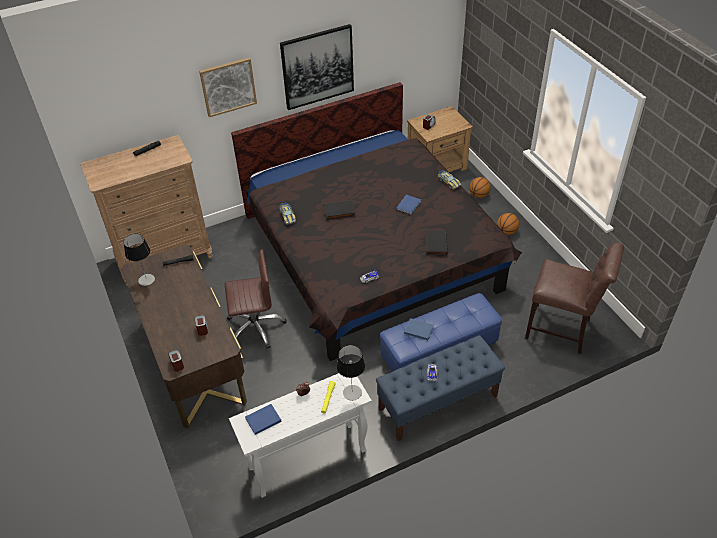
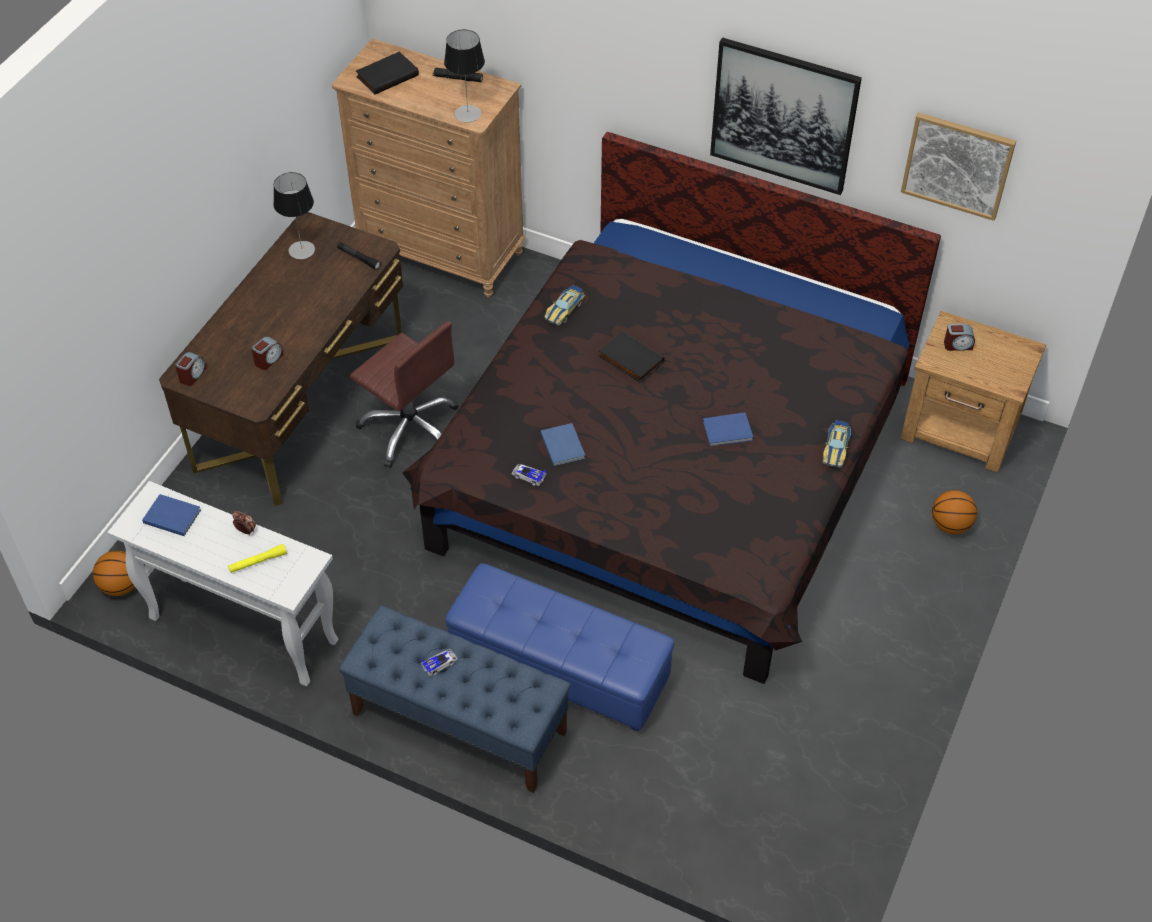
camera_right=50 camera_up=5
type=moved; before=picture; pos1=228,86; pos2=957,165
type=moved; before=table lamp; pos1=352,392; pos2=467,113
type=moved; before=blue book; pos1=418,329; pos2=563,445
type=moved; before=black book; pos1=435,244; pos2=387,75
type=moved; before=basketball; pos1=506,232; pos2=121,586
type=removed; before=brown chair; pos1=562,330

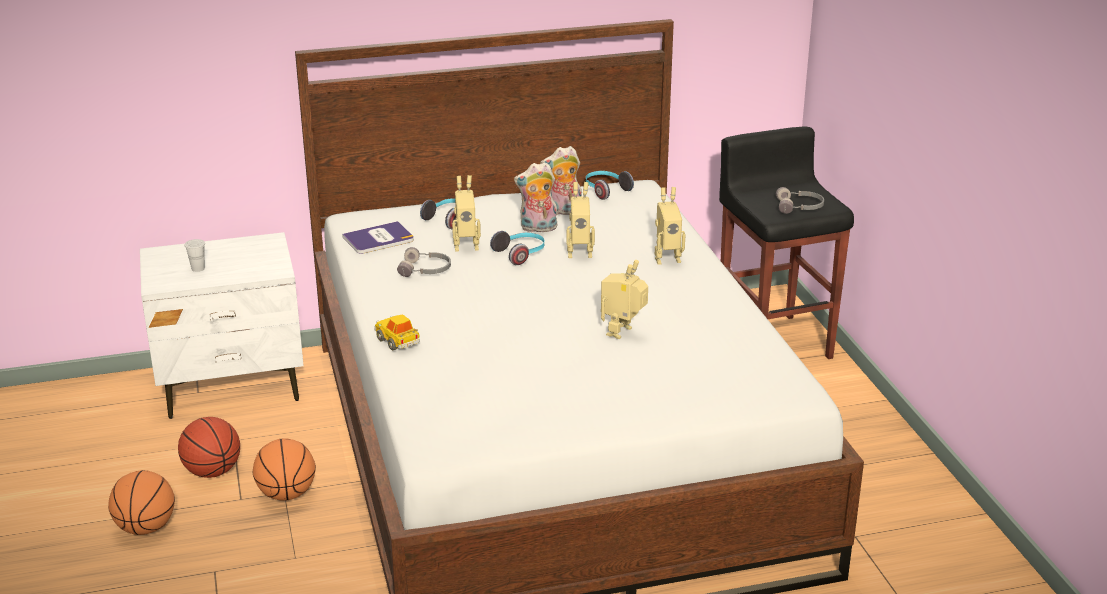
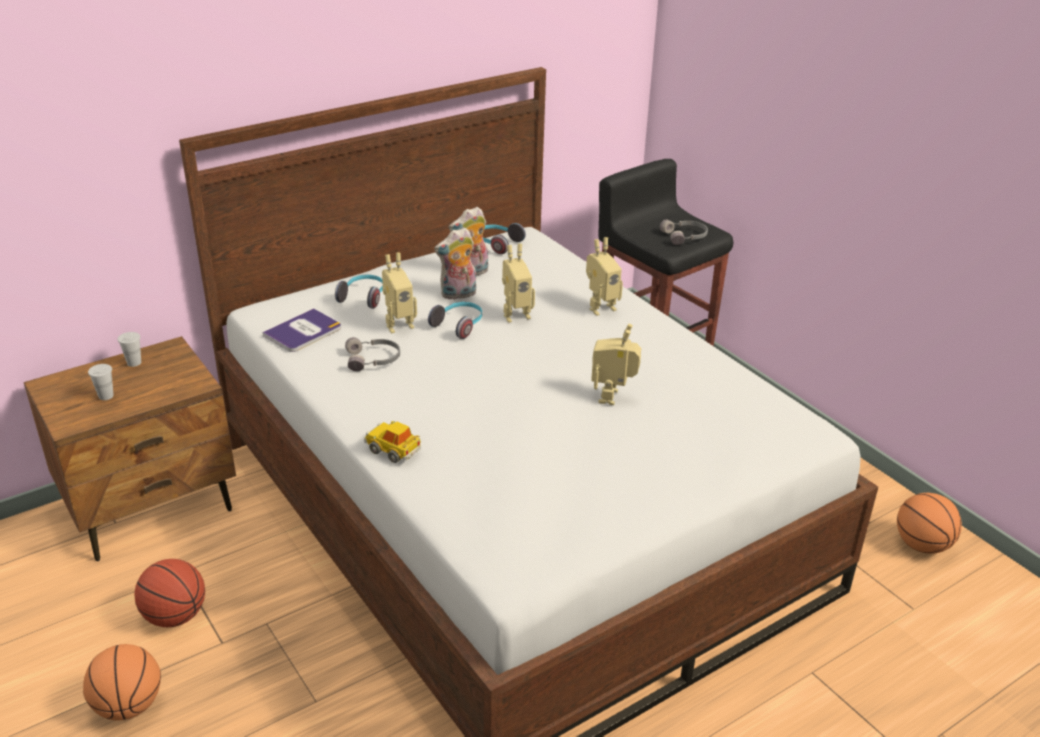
camera_right=-20 camera_up=5
type=recoloured; before=white nightstand; after=brown nightstand; pos1=232,386; pos2=151,508
type=moved; before=basketball; pos1=287,494; pos2=922,545
type=added; after=white cup; pos2=134,363

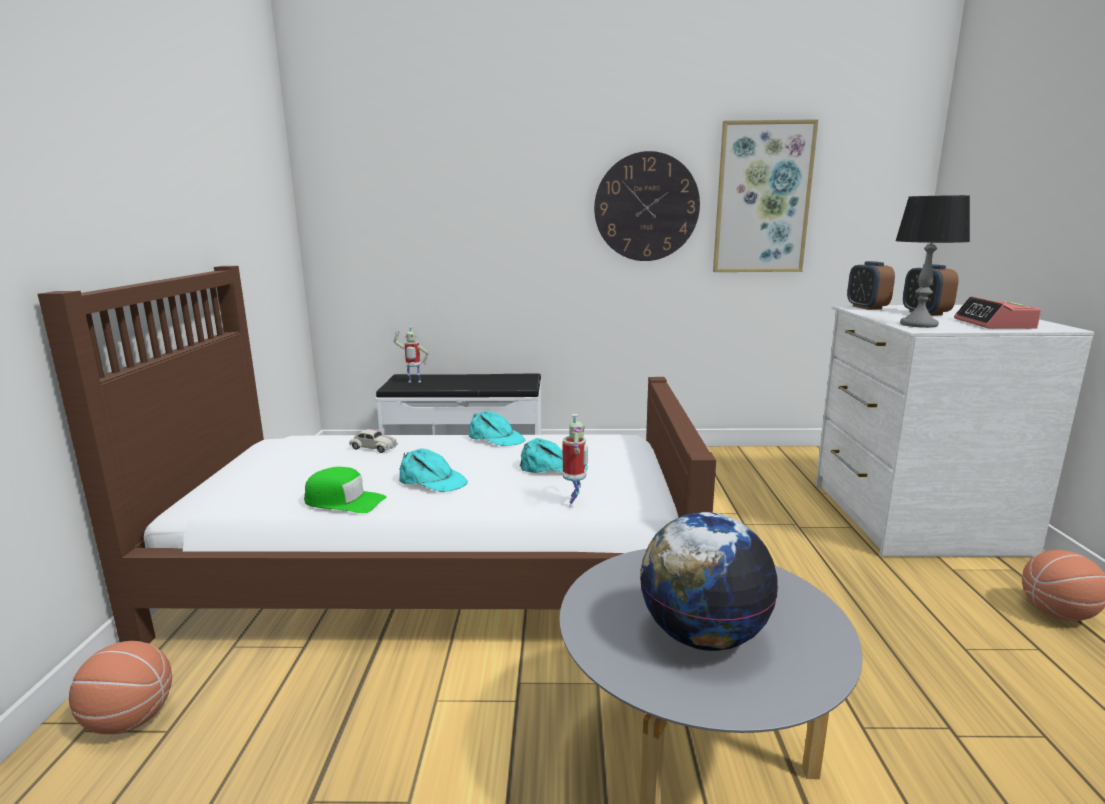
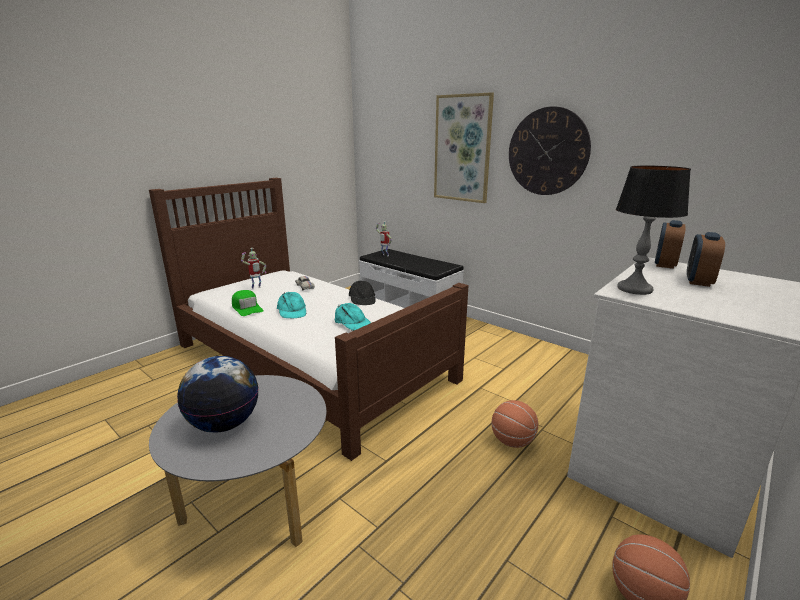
camera_right=40 camera_up=5
type=moved; before=basketball; pos1=130,720; pos2=512,441
type=recoloured; before=turquoise cap; after=black cap; pos1=496,438; pos2=362,298
type=moved; before=toy robot; pos1=575,503; pos2=256,288
type=moved; before=picture; pos1=762,198; pos2=462,149
type=removed; before=alarm clock; pos1=994,324

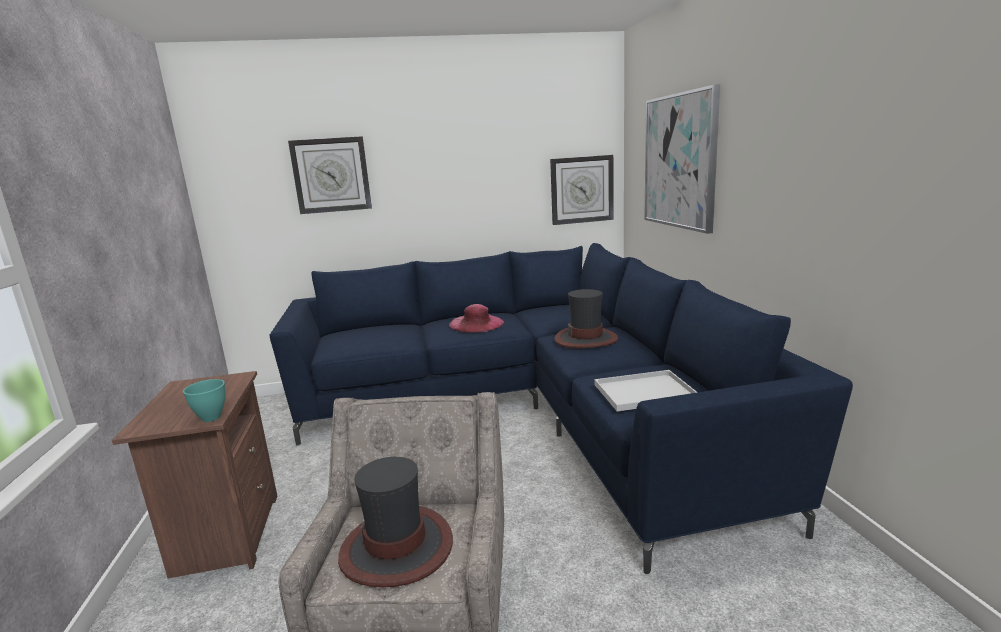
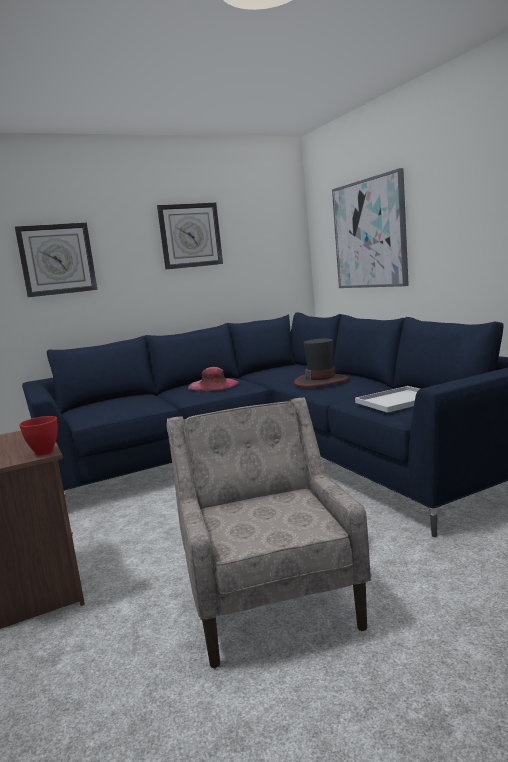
camera_right=-15 camera_up=-5
type=recoloured; before=turquoise bowl; after=red bowl; pos1=210,418; pos2=43,453
type=removed; before=hat; pos1=397,547
type=moved; before=wall clock; pos1=581,190; pos2=190,235

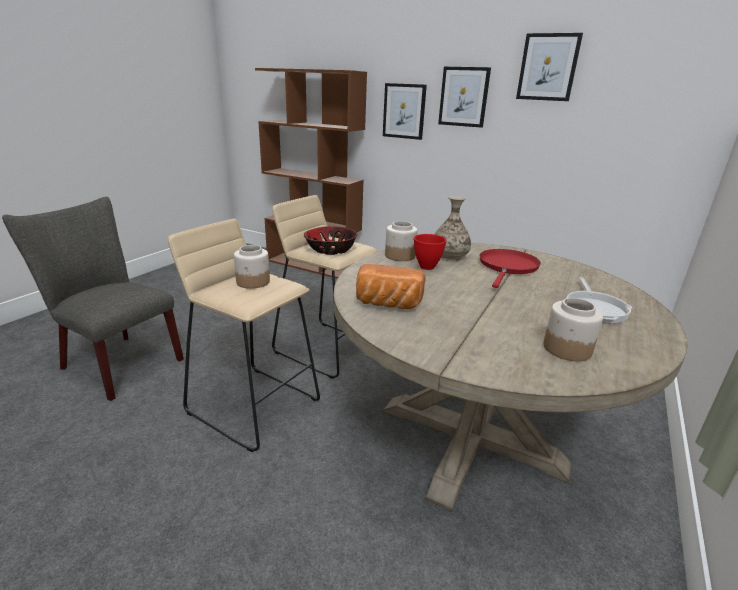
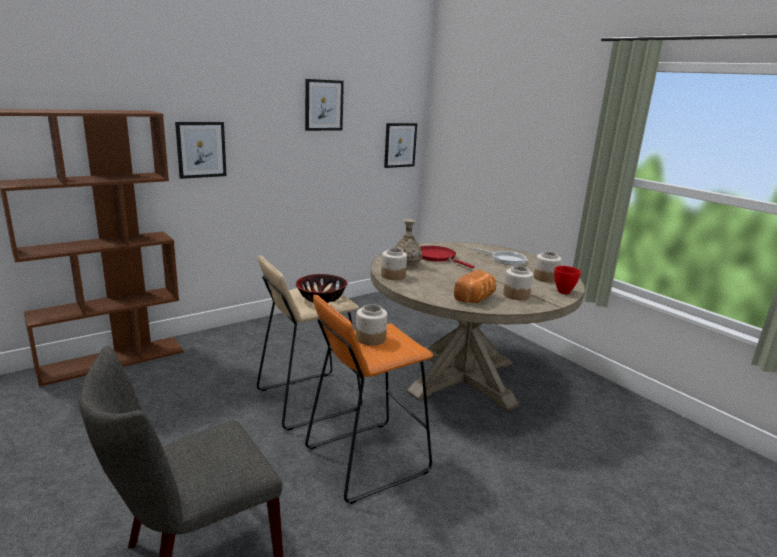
camera_right=-65 camera_up=-5
type=recoloured; before=beige stool; after=orange stool; pos1=254,405; pos2=365,460
type=moved; before=red bowl; pos1=426,267; pos2=563,292
type=moved; before=picture; pos1=463,97; pos2=400,145
type=added; after=jar; pos2=516,295

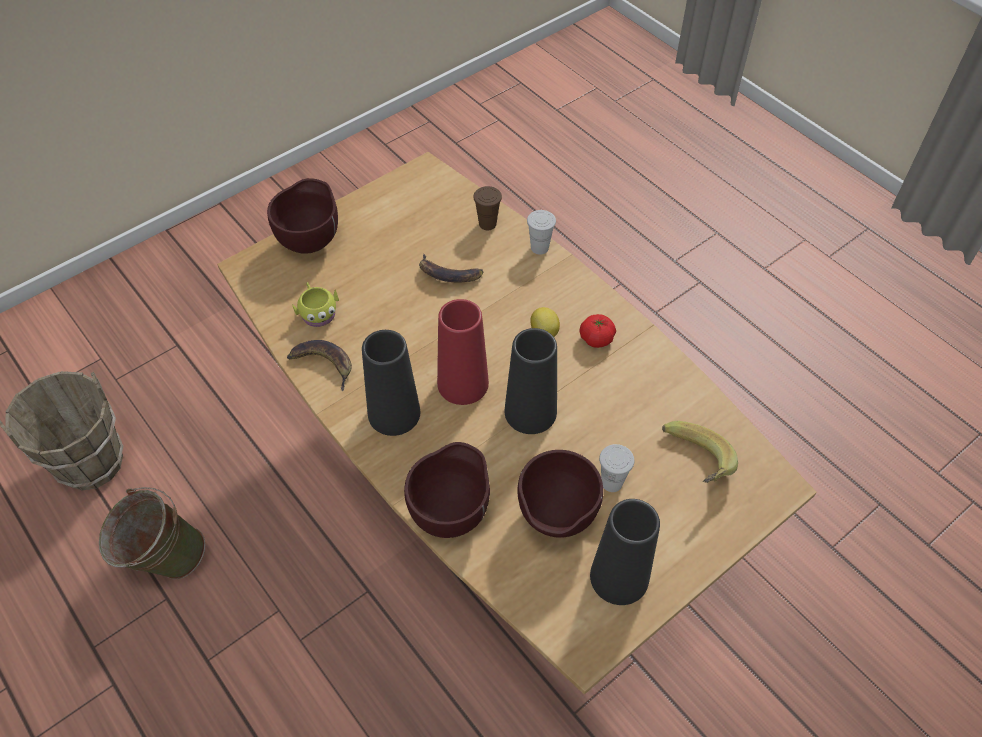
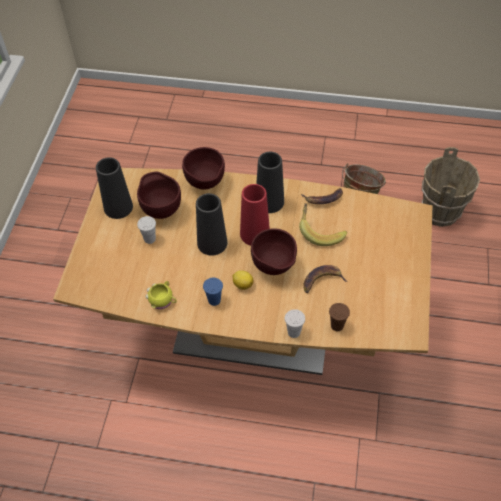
camera_right=140 camera_up=0
type=moved; before=brown bowl; pos1=311,241; pos2=274,268
type=moved; before=yellow mug; pos1=317,312; pos2=163,301
type=replaced; before=tomato; after=blue cup; pos1=596,339; pos2=214,300
type=moved; before=banana; pos1=692,465; pos2=320,231

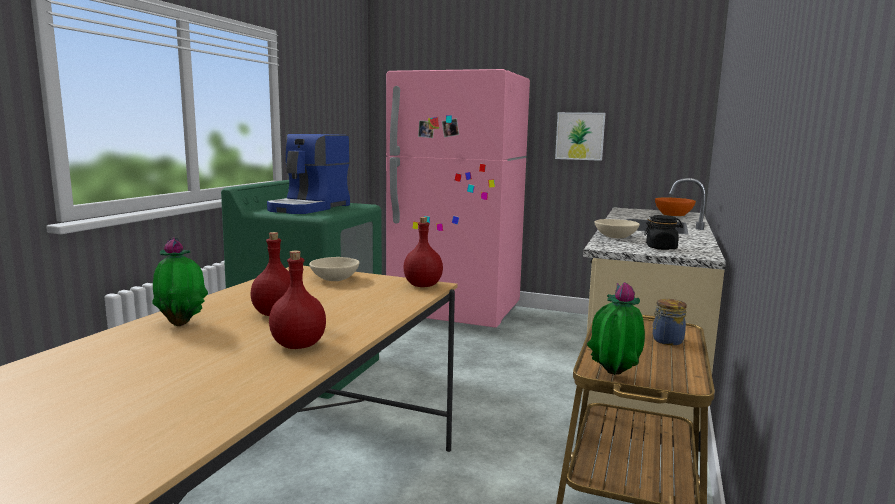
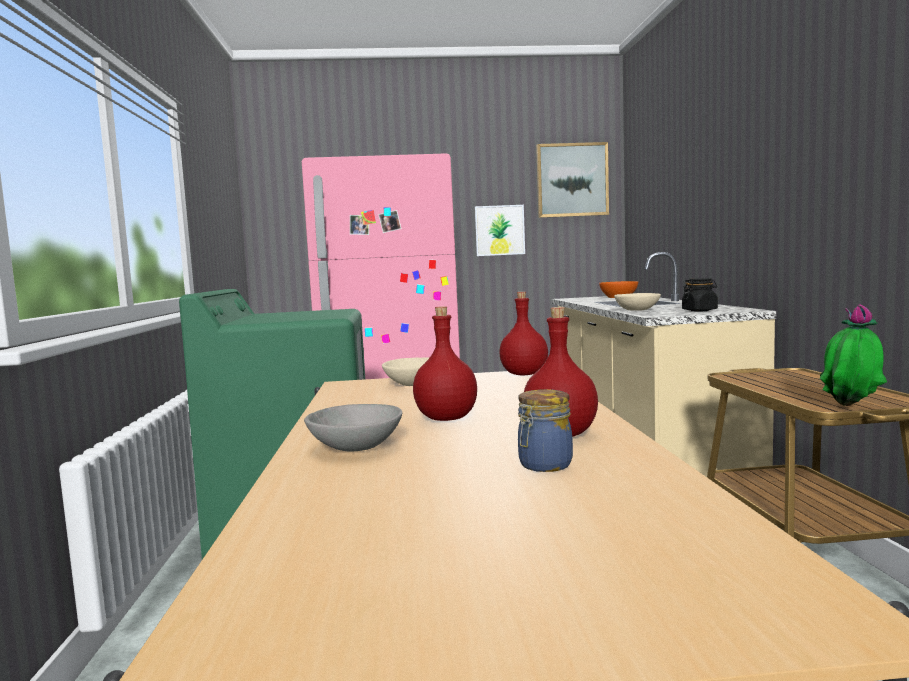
camera_right=-25 camera_up=-5
type=replaced; before=potted plant; after=grey bowl; pos1=182,323; pos2=356,447
type=removed; before=coffee machine; pos1=310,208
type=moved; before=jar; pos1=666,341; pos2=543,465
type=added; after=picture; pos2=572,180

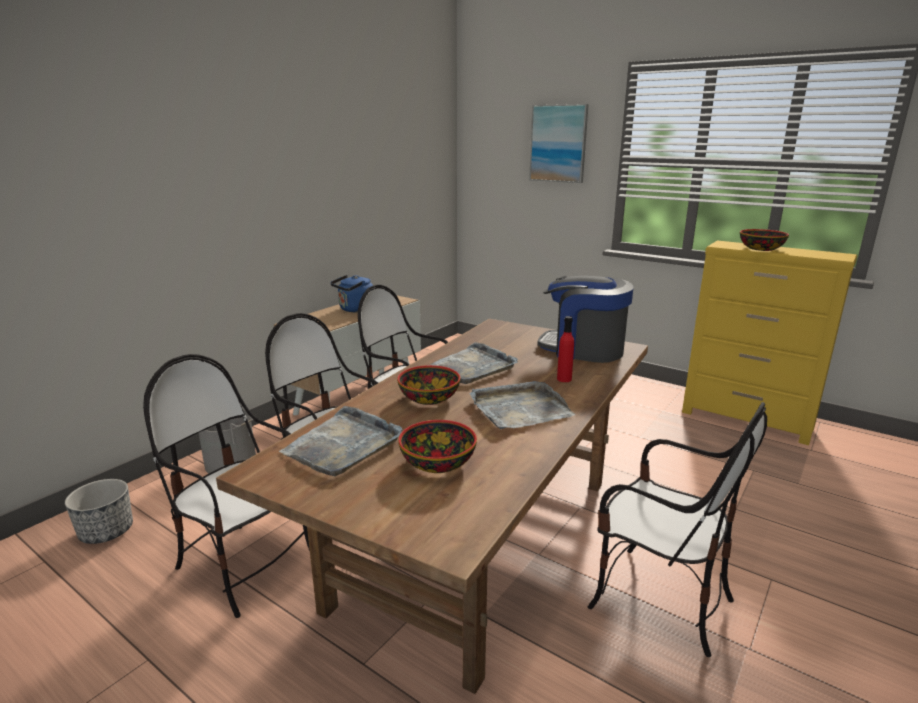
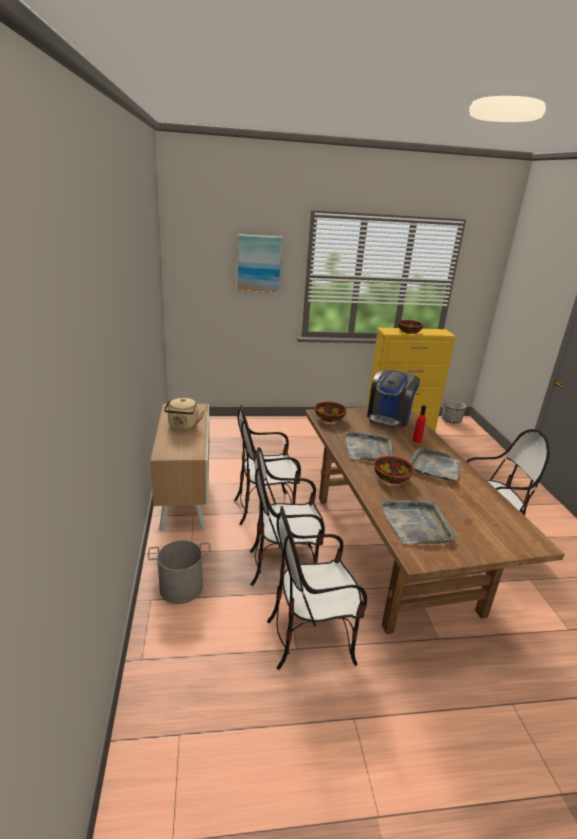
camera_right=-45 camera_up=5
type=moved; before=planter; pos1=106,532; pos2=451,420
type=recoloured; before=blue kettle; after=beige kettle; pos1=355,310; pos2=183,426
type=moved; before=bowl; pos1=438,462; pos2=329,418
type=turned; before=coffee machine; pos1=583,349; pos2=389,417; turn=-45

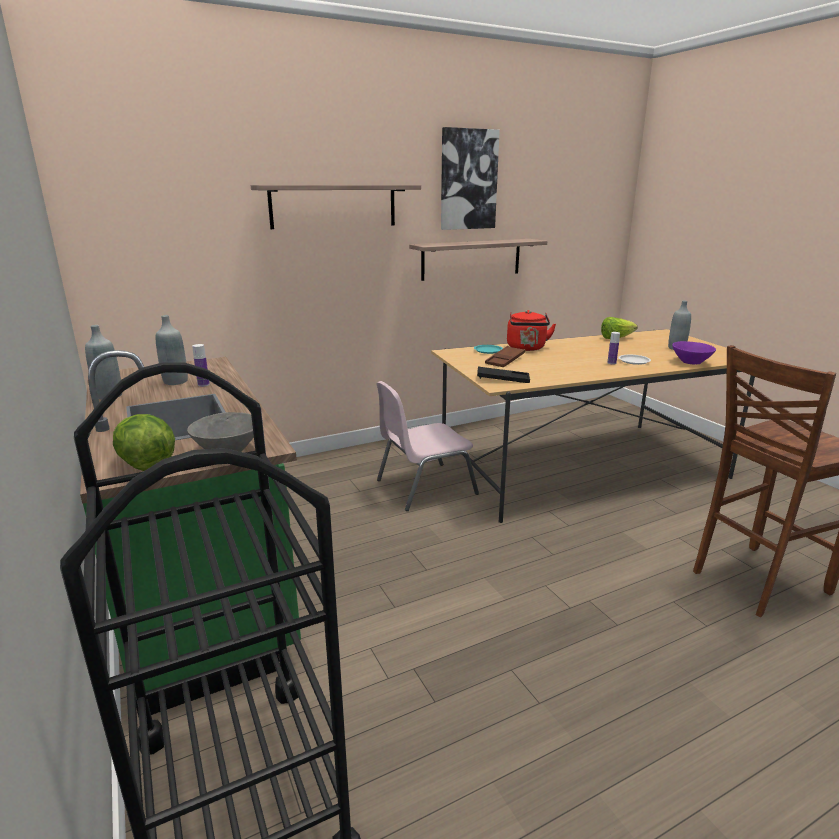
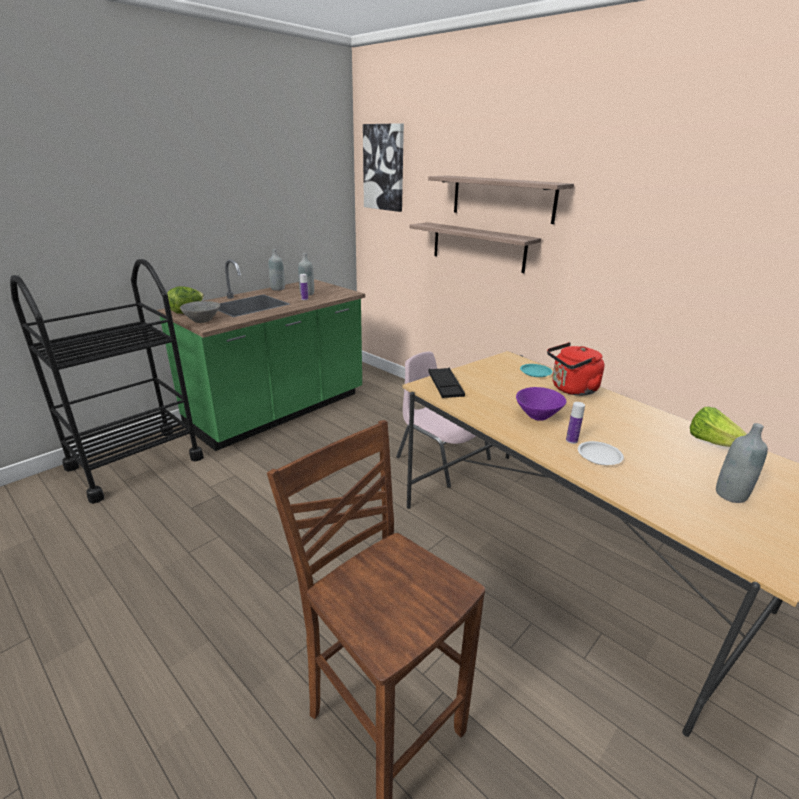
camera_right=70 camera_up=5
type=moved; before=shelf; pos1=471,259; pos2=478,247
type=moved; before=picture; pos1=468,180; pos2=384,168
type=removed; before=brown tray; pos1=505,360
type=moved; before=purple bowl; pos1=691,362; pos2=537,416

